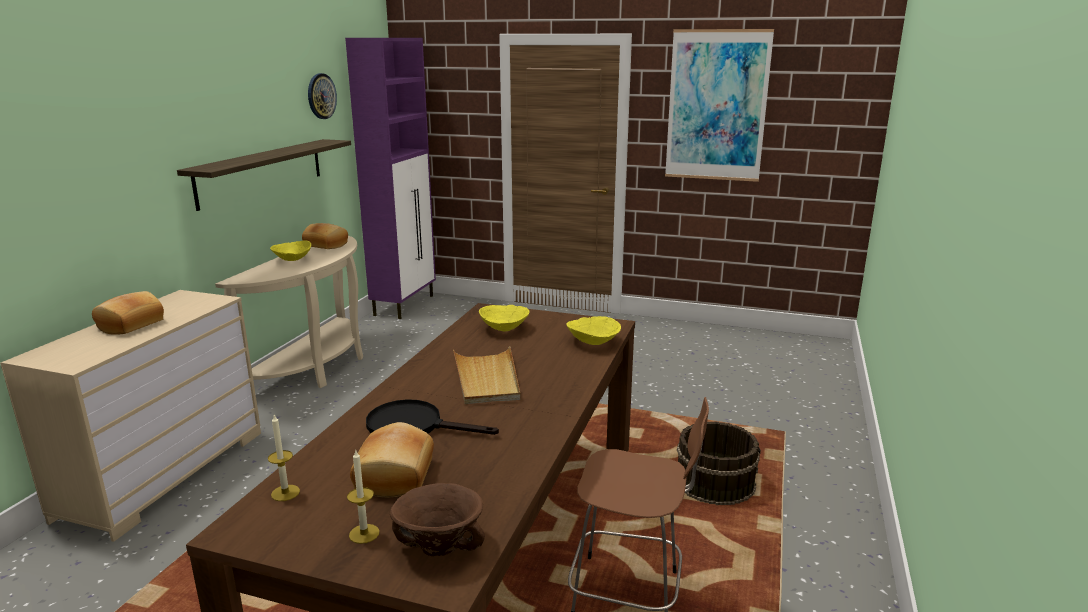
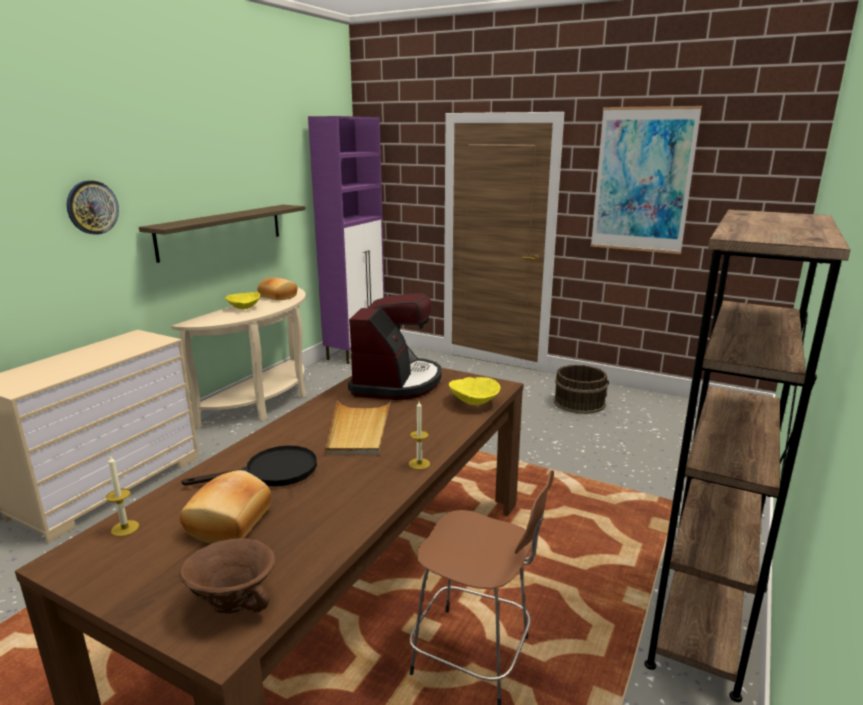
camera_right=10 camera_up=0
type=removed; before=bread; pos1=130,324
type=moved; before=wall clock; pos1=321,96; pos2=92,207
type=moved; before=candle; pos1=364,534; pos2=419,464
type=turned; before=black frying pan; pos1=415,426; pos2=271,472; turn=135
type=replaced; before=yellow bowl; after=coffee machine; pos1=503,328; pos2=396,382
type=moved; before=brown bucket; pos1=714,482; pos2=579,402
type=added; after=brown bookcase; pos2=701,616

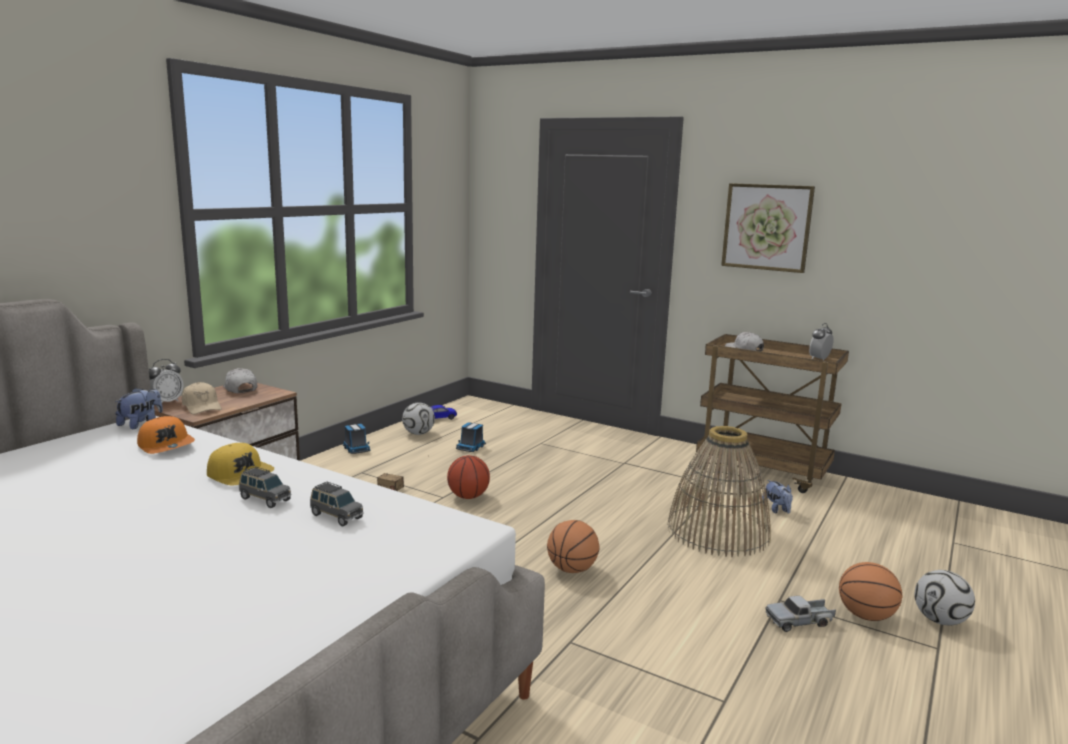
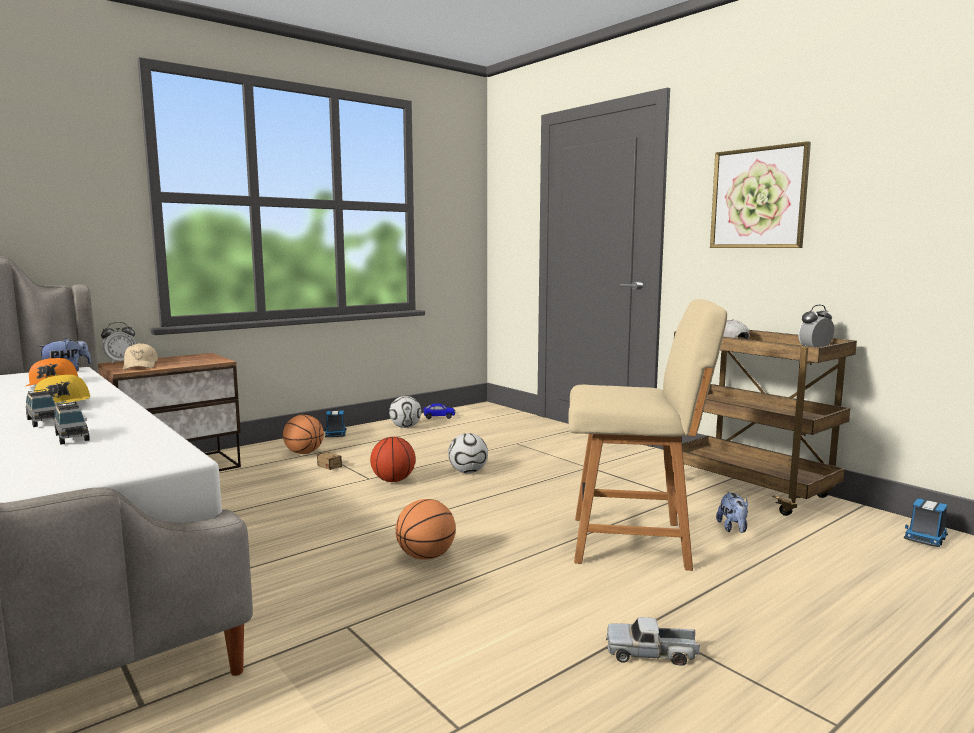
camera_right=20 camera_up=-5
type=removed; before=white cap; pos1=240,389
type=moved; before=toy truck; pos1=471,447; pos2=925,538
type=replaced; before=basket; after=beige chair; pos1=718,532; pos2=635,542
type=moved; before=basketball; pos1=865,616; pos2=304,453
type=moved; before=football; pos1=940,620; pos2=468,472

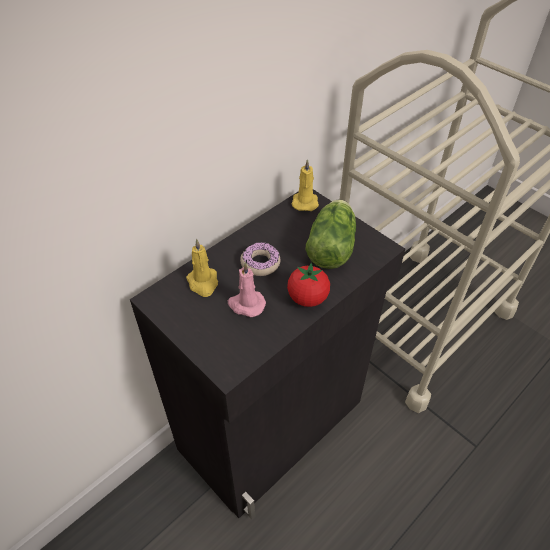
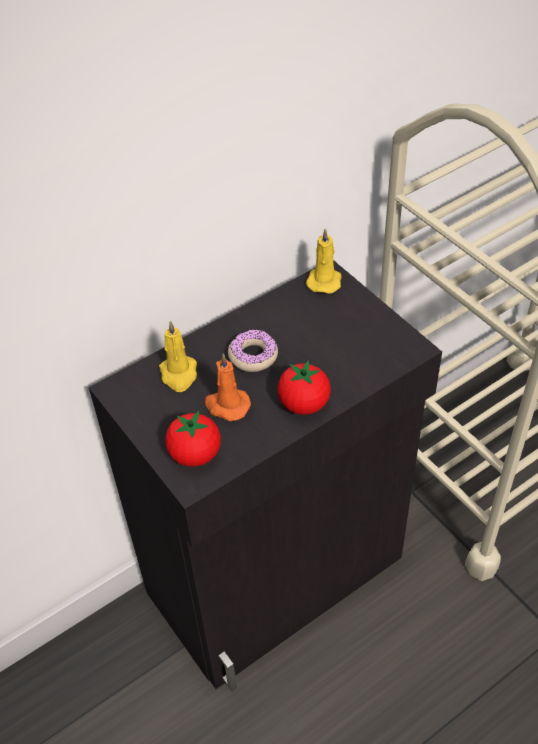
camera_right=10 camera_up=0
type=recoloured; before=pink candle; after=orange candle; pos1=246,304; pos2=226,405
type=removed; before=lettuce; pos1=332,245
type=added; after=tomato; pos2=195,454

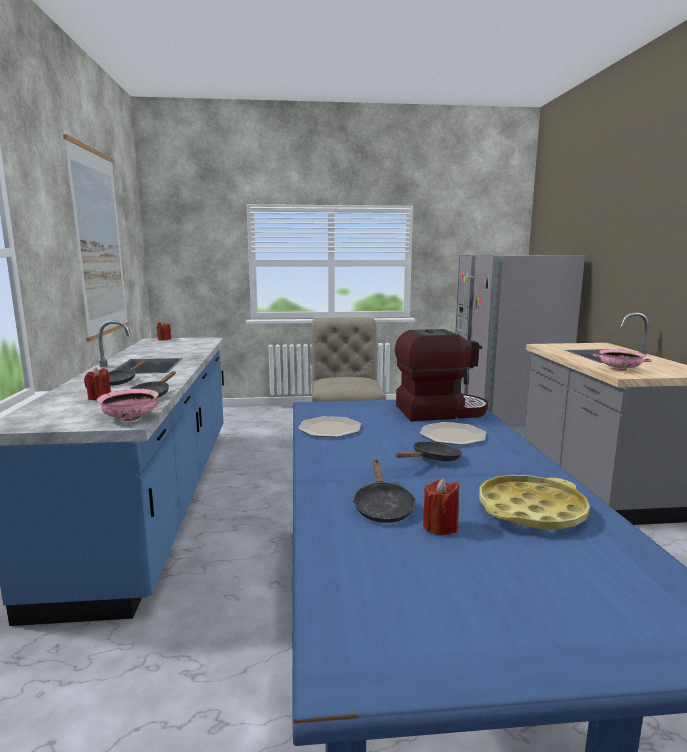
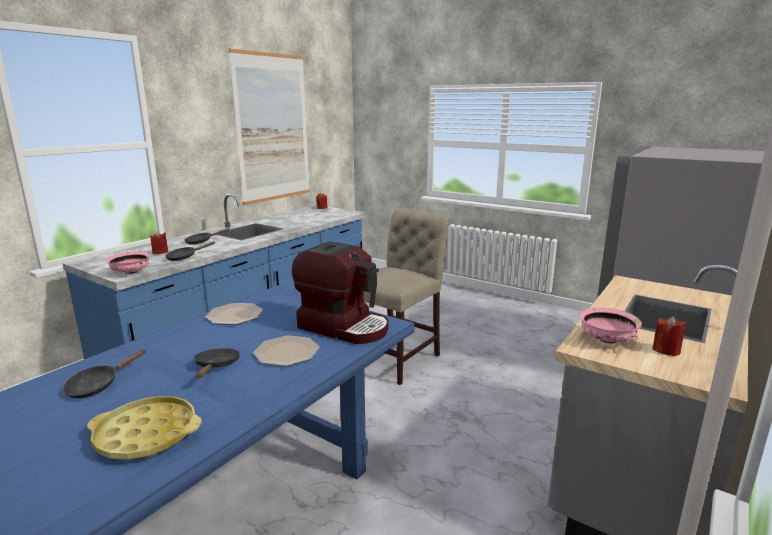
camera_right=40 camera_up=5
type=turned; before=black frying pan; pos1=433,459; pos2=216,366; turn=-90
type=moved; before=red candle; pos1=440,526; pos2=666,350

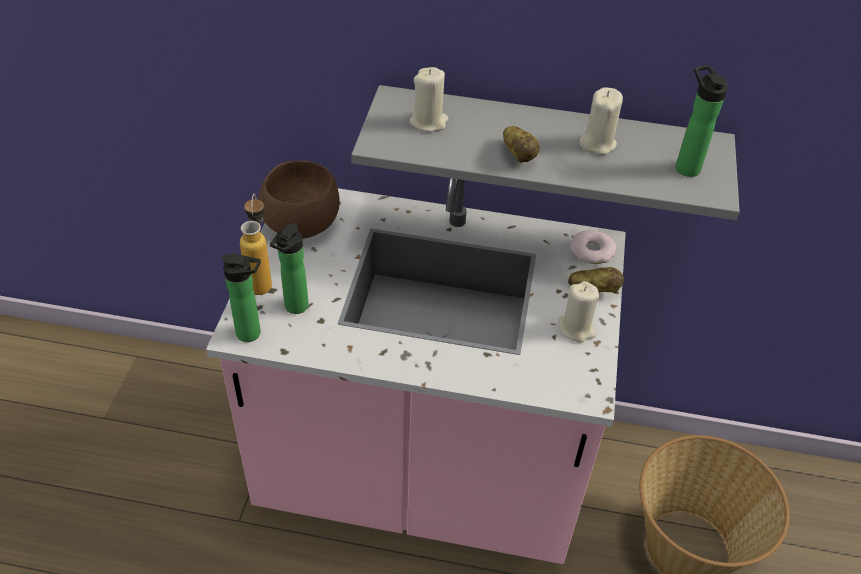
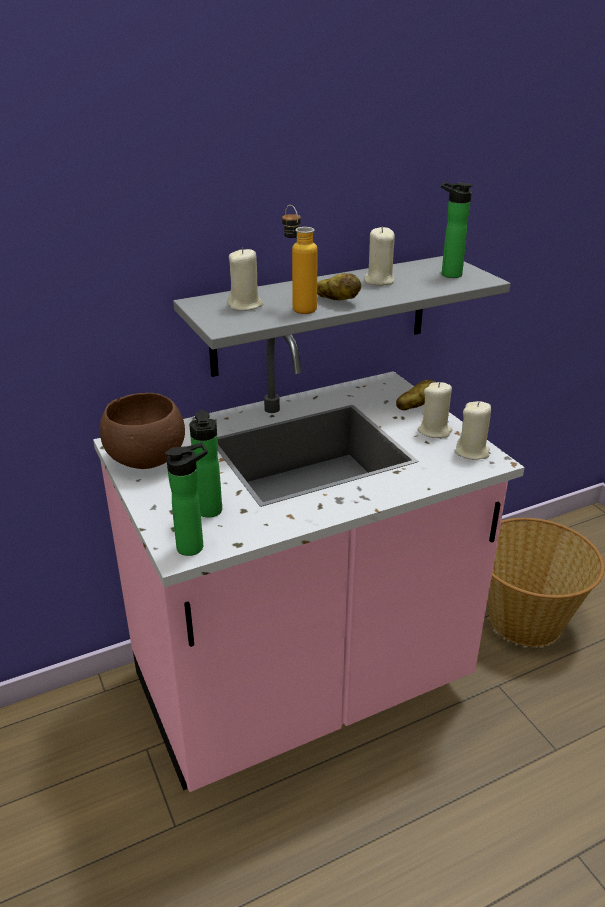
camera_right=-35 camera_up=-15
type=moved; before=bottle; pos1=261,279; pos2=298,307
type=removed; before=donut; pos1=592,251
type=added; after=beige candle; pos2=472,452

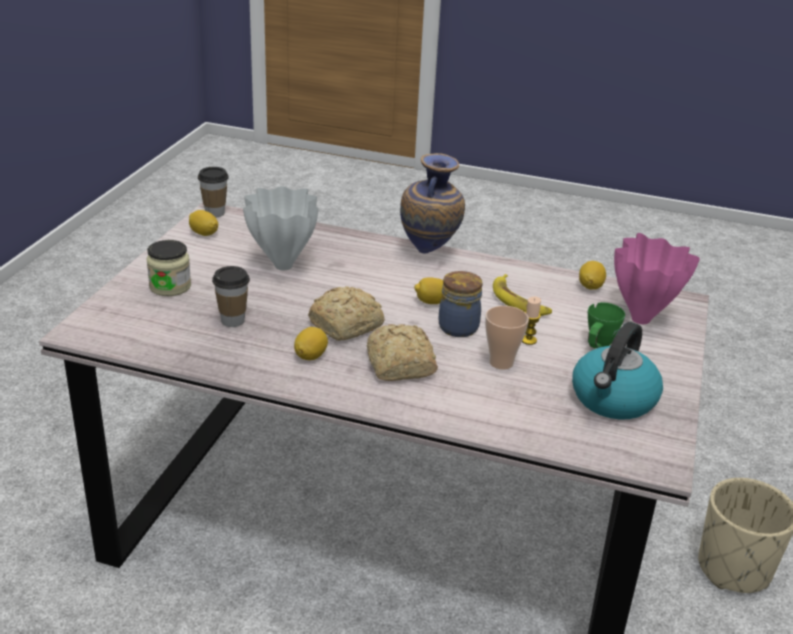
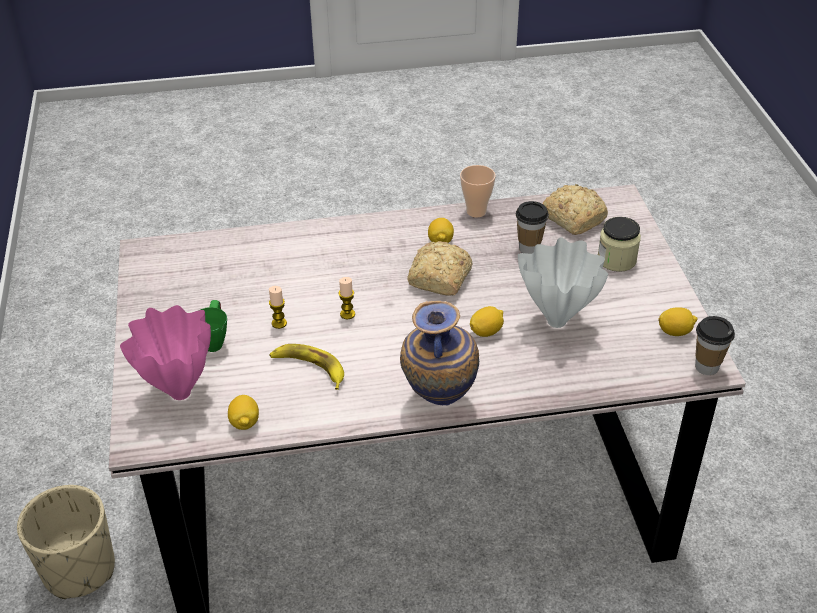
camera_right=155 camera_up=10
type=moved; before=bread; pos1=399,366; pos2=572,217
type=moved; before=lemon; pos1=431,302; pos2=486,331
type=replaced; before=jar; after=candle; pos1=458,326; pos2=347,314
type=moved; before=cup; pos1=501,362; pos2=476,211
type=removed; before=kettle; pos1=613,400

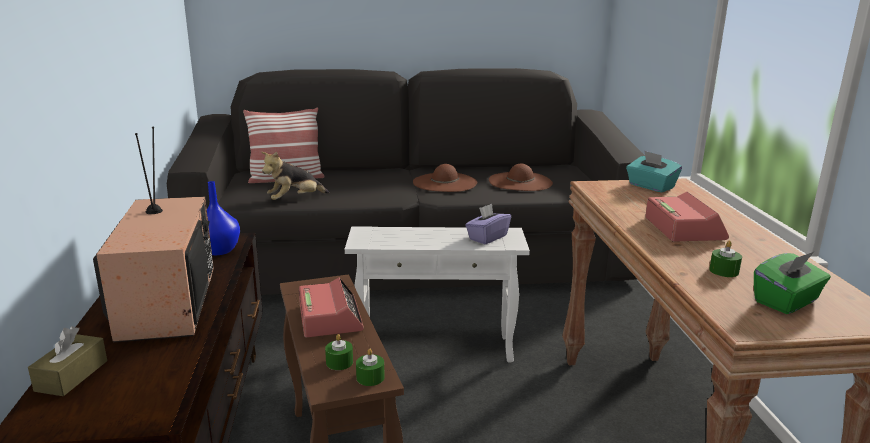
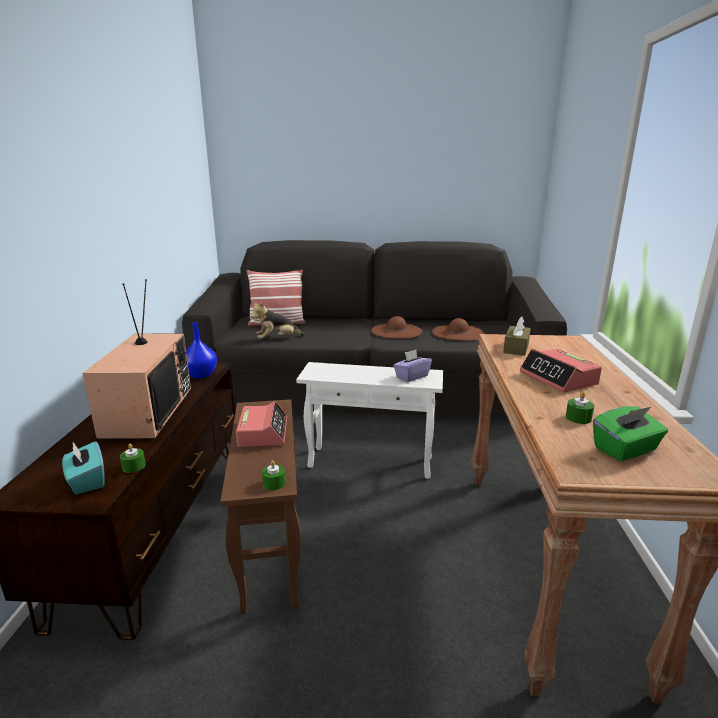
camera_right=10 camera_up=0
type=moved; before=brown tissue box; pos1=71,376; pos2=516,348
type=moved; before=green candle; pos1=339,362; pos2=134,466
type=moved; before=turquoise tissue box; pos1=650,186; pos2=87,481
type=turned; before=alarm clock; pos1=683,228; pos2=558,378; turn=150

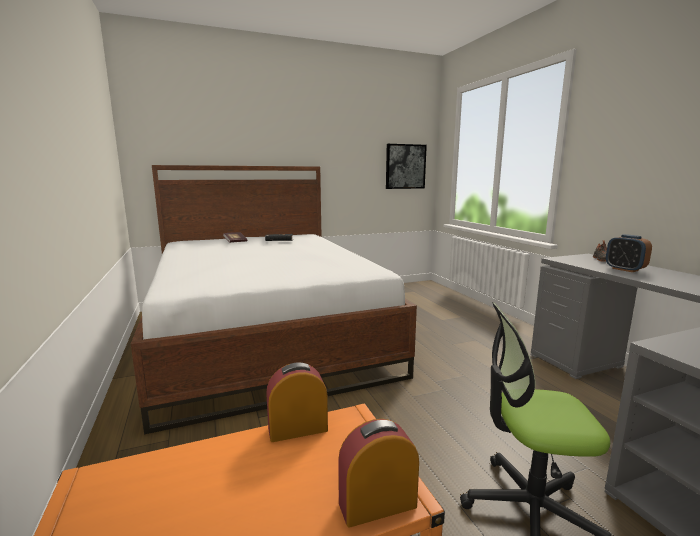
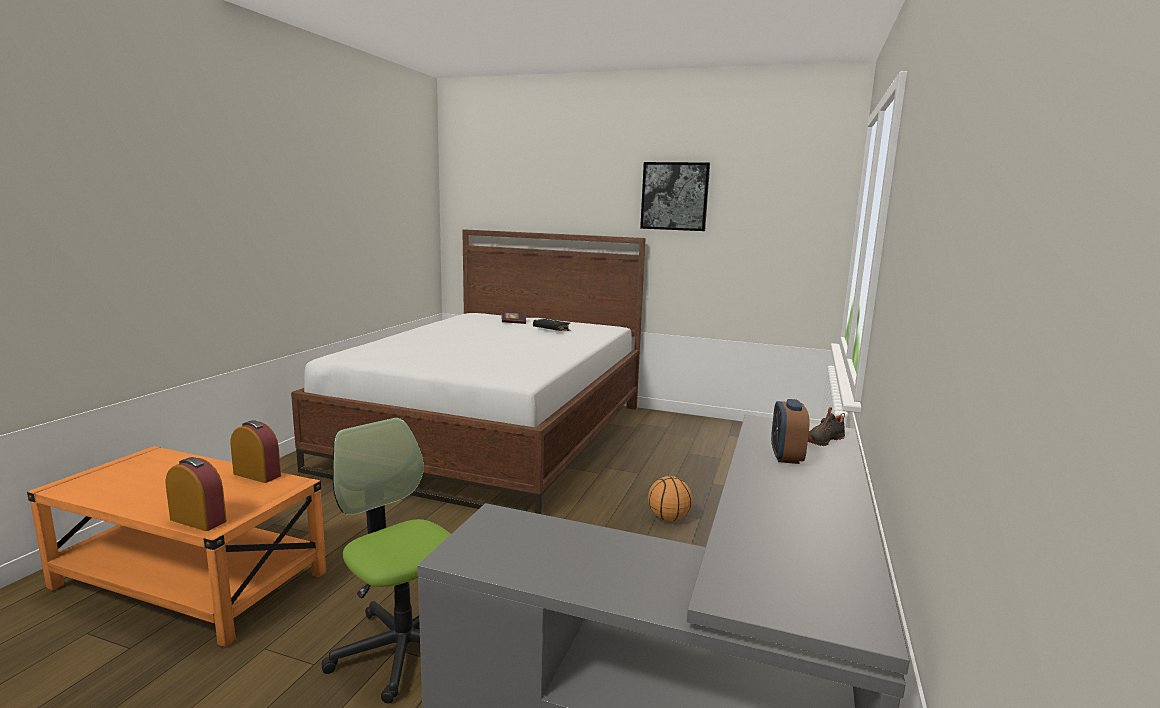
camera_right=40 camera_up=0
type=moved; before=picture; pos1=405,166; pos2=674,196
type=added; after=basketball; pos2=668,518

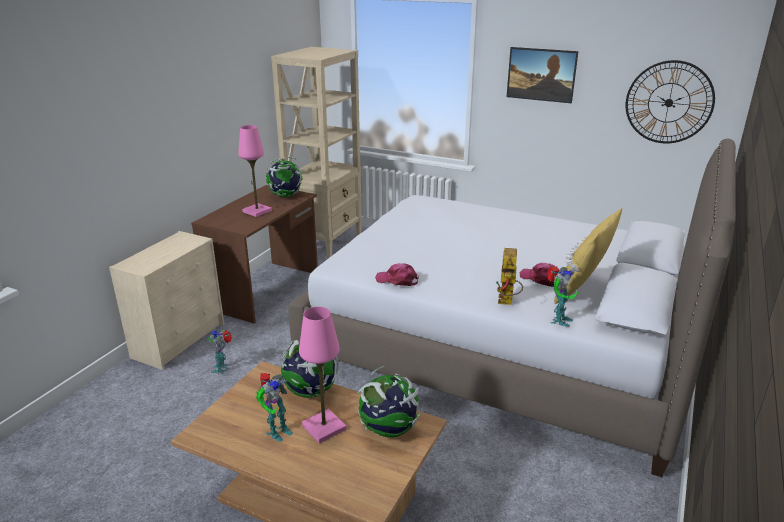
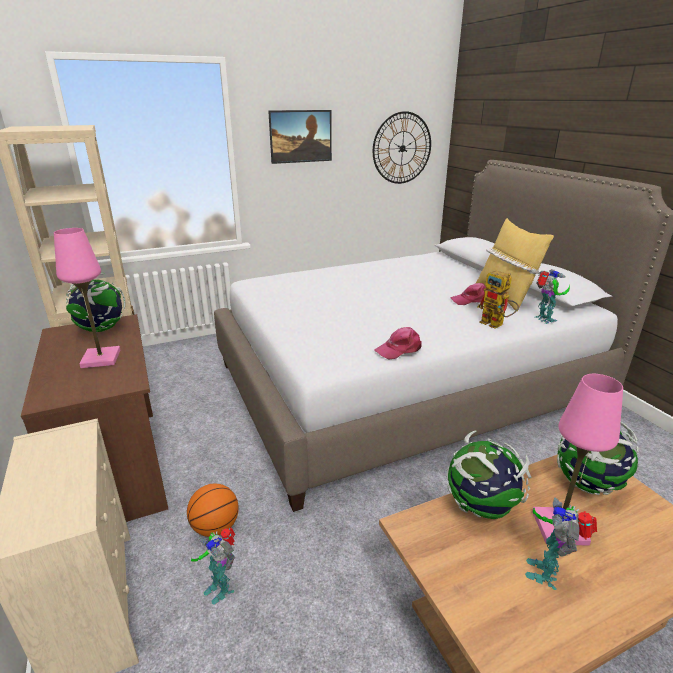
camera_right=-50 camera_up=0
type=turned; before=toy robot; pos1=277,431; pos2=546,572; turn=-150
type=added; after=basketball; pos2=215,527

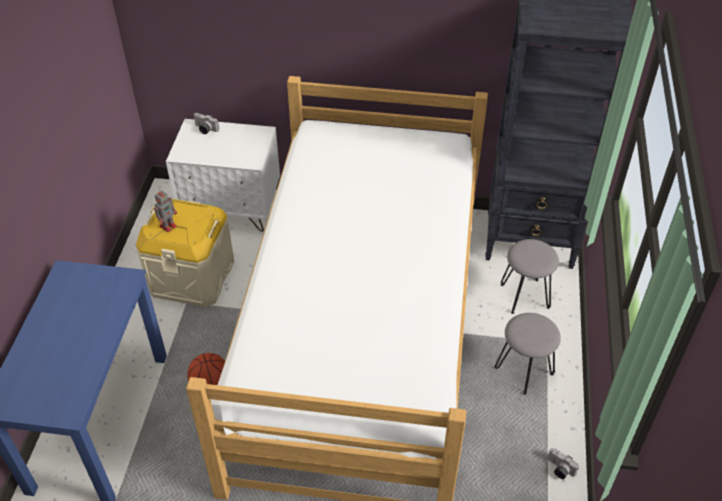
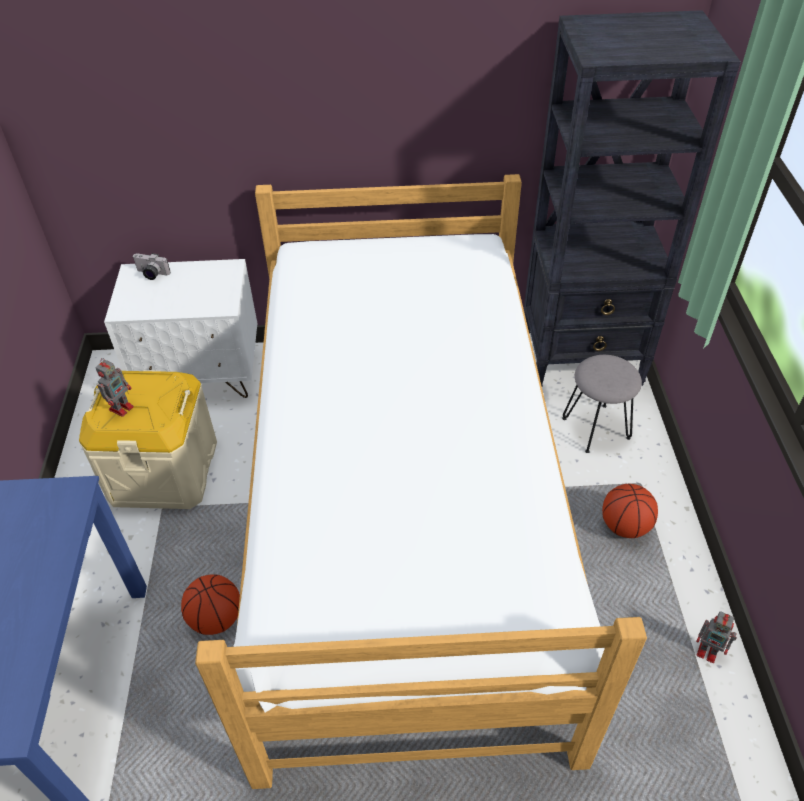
camera_right=-10 camera_up=0
type=replaced; before=grey stool; after=basketball; pos1=524,372; pos2=624,526
type=replaced; before=photo camera; after=toy robot; pos1=559,469; pos2=709,651

